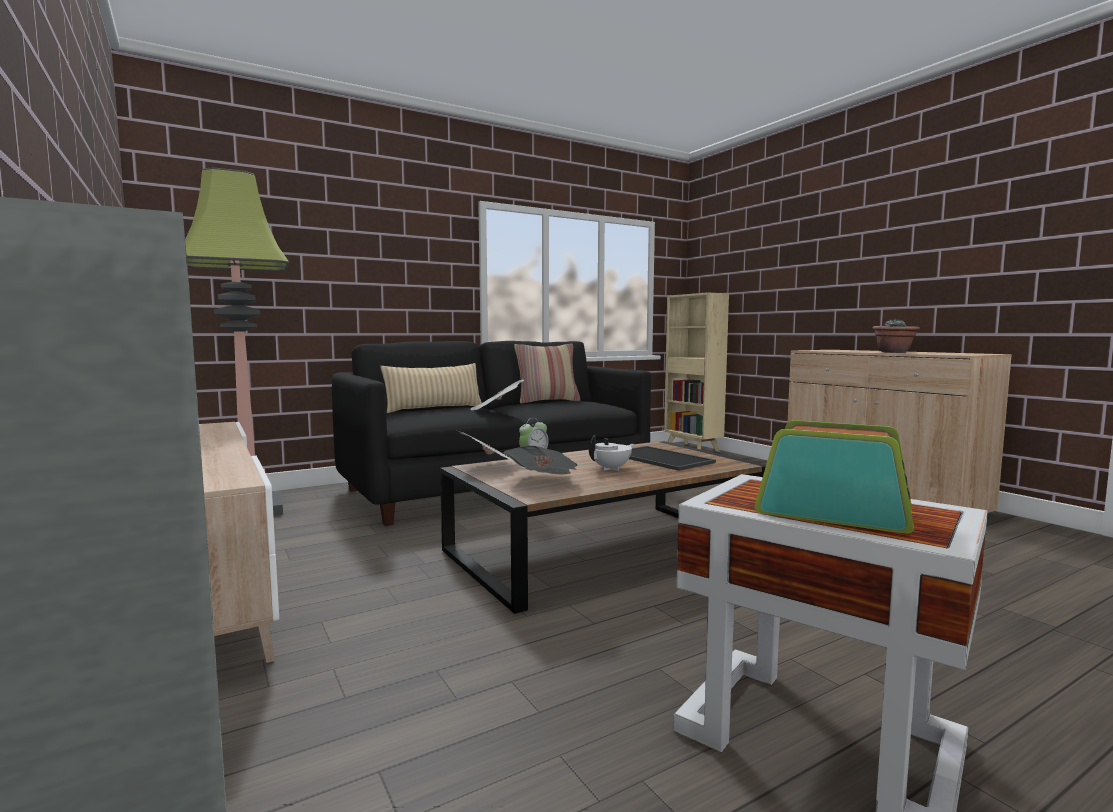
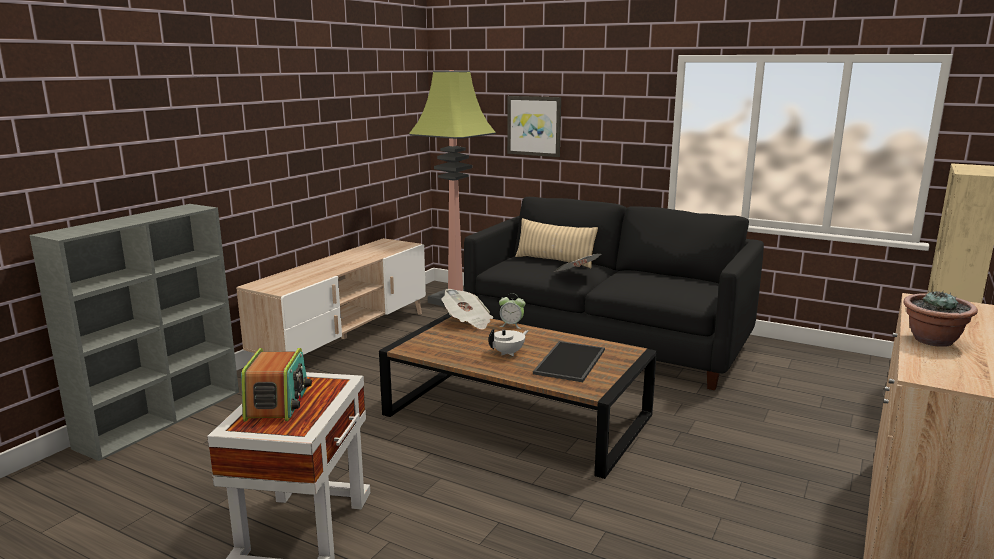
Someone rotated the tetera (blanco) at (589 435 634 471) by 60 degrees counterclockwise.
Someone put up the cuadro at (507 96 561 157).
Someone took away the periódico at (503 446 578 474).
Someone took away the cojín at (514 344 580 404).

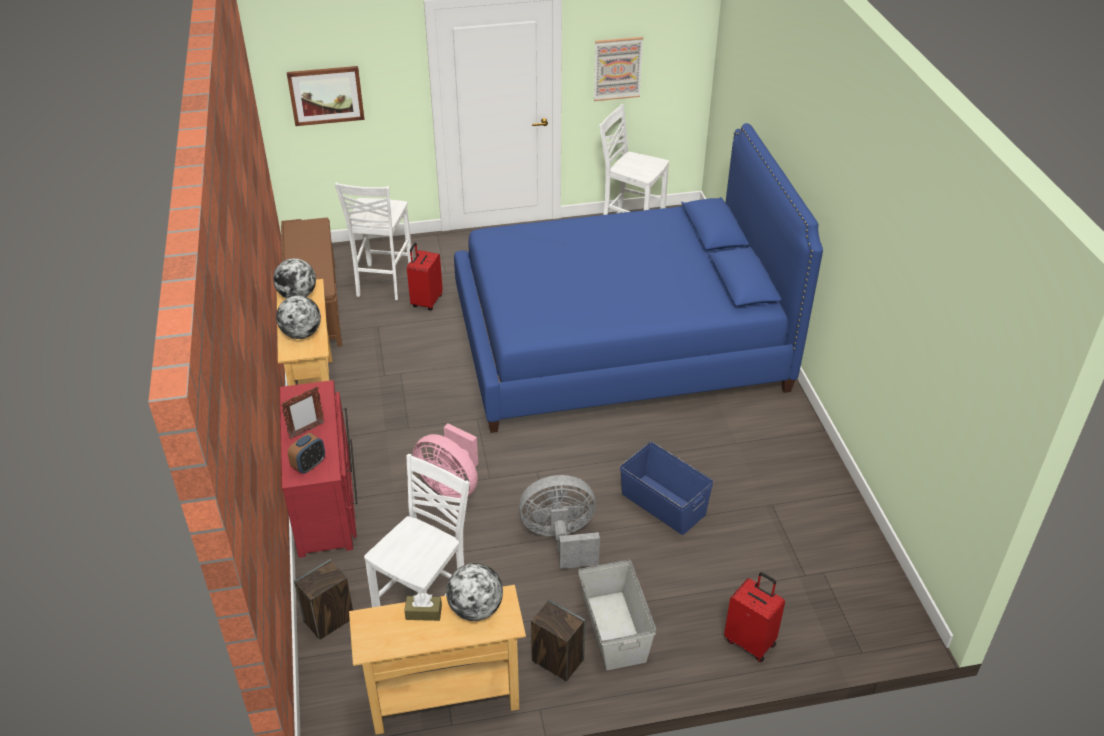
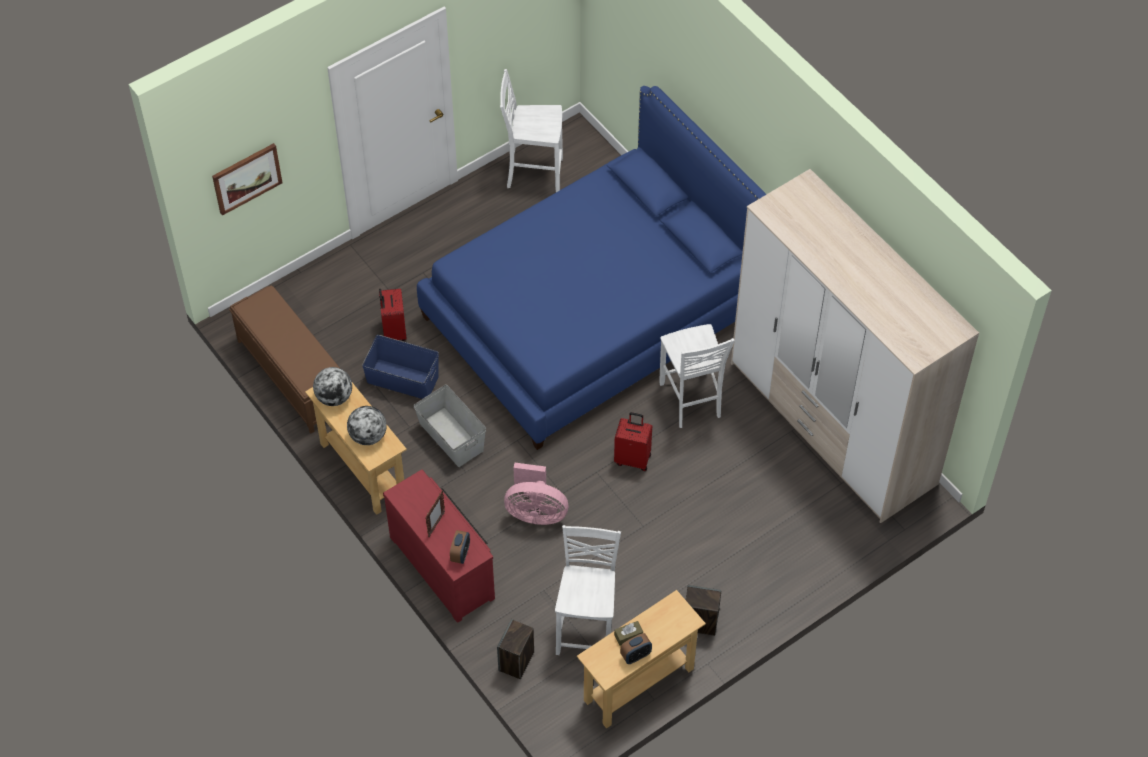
Someone carried the caja de almacenaje (azul) from (620 441 714 535) to (362 335 439 399).
Someone carried the caja de almacenaje (gris) from (578 560 656 670) to (413 384 486 467).
Someone carried the maleta (rojo) from (724 572 785 662) to (614 412 652 471).
Someone put down the despertador at (620 633 652 664).
Someone carried the silla (blanco) from (335 183 413 300) to (659 324 735 428).
Someone put down the armario ropero at (731 169 979 523).
Someone took away the globo terráqueo at (446 563 503 621).
Someone took away the ventilador (gris) at (519 475 600 569).
Someone took away the cuadro at (594 37 643 101).

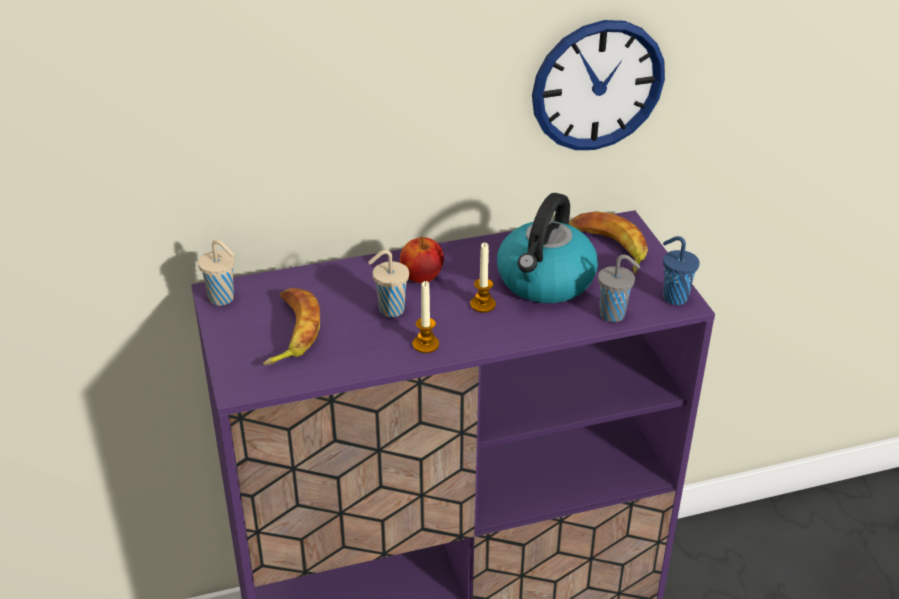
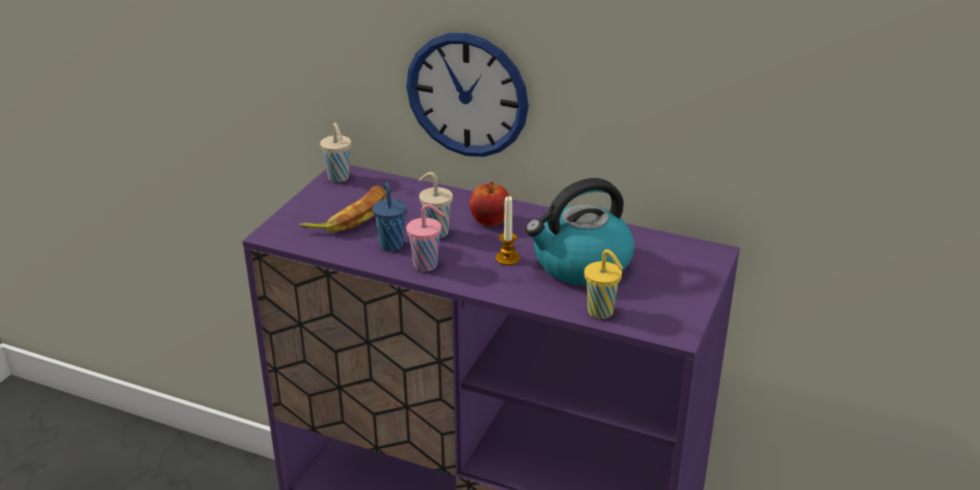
Someone carried the taza (azul) from (663 236 700 305) to (372 182 407 251).
Someone carried the reloj de pared from (532 20 665 150) to (406 33 529 157).
Someone swapped the vela at (413 281 439 353) for the taza (rosa) at (406 204 445 272).
Someone repainted the taza (gris) at (598 254 640 322), which became the taza (amarillo) at (584 249 623 319).
Someone took away the plátano at (568 211 648 274).

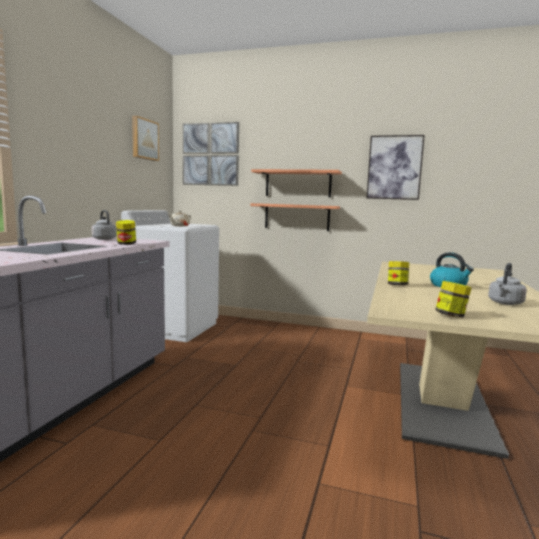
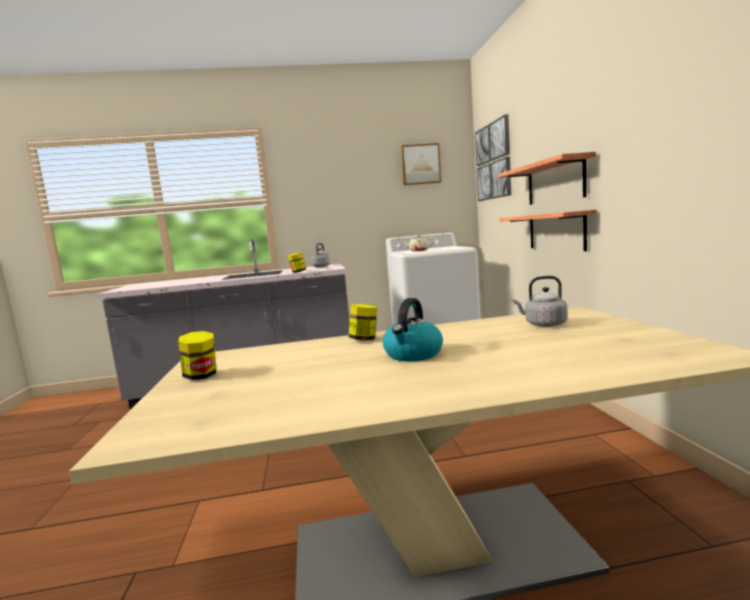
Someone carried the hervidor (gris) from (488 263 527 305) to (513 276 568 327).
Someone took away the cuadro at (367 135 425 200).

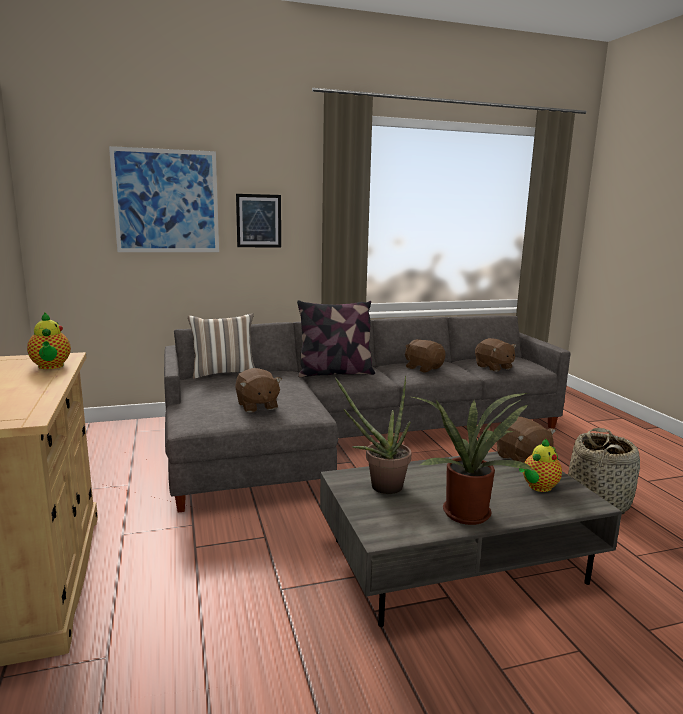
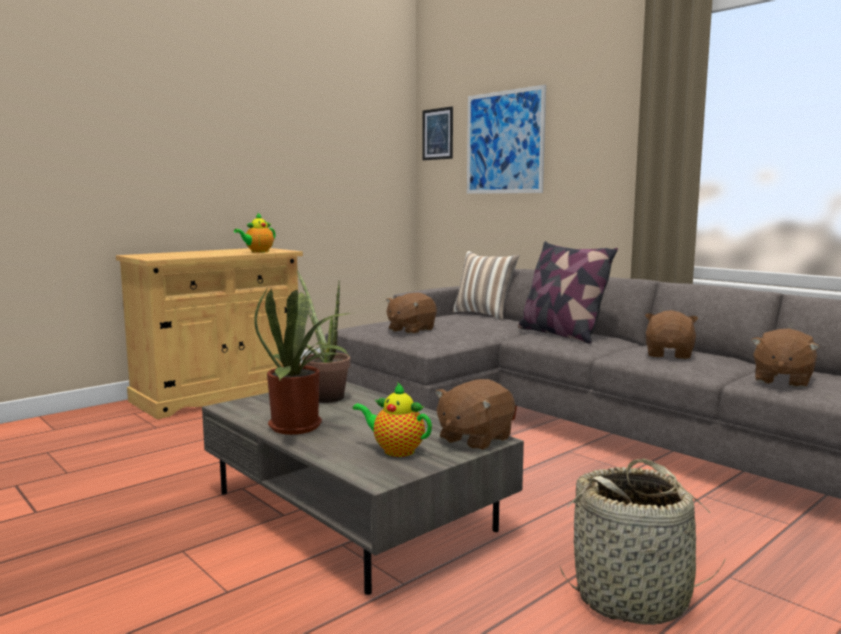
Someone carried the cuadro from (236 194 281 247) to (423 106 453 160).

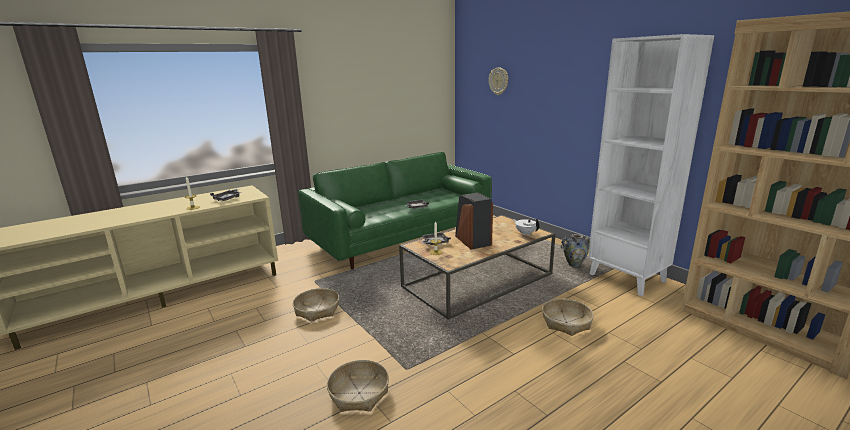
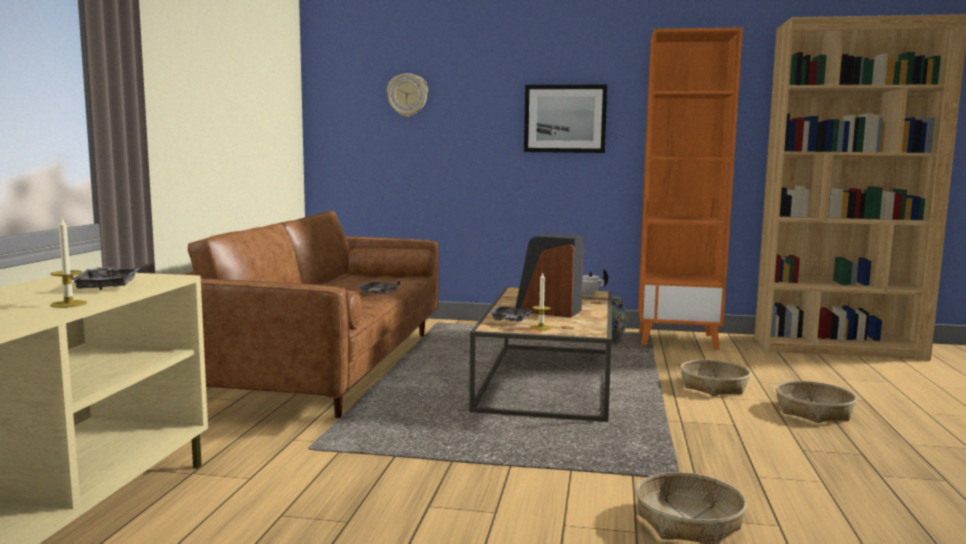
Someone repainted the sofá (verde) at (298 152 492 269), which became the sofá (marrón) at (181 211 439 418).
Someone put up the cuadro at (524 85 607 153).
Someone repainted the estantería (blanco) at (588 34 714 296), which became the estantería (naranja) at (638 27 743 350).
Someone carried the cesta from (293 288 339 322) to (776 381 857 423).

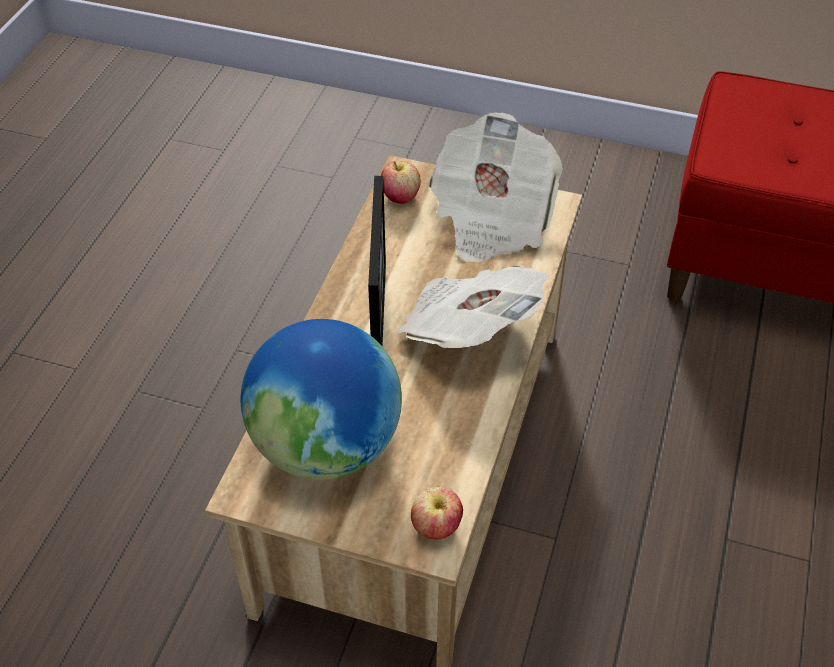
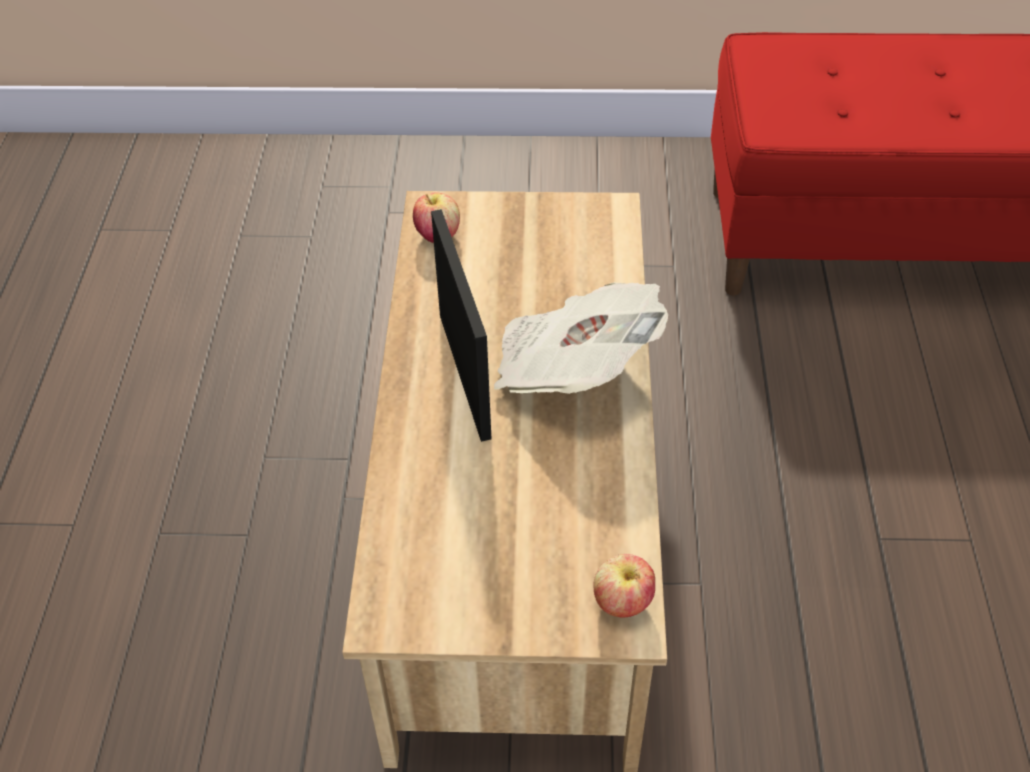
Someone took away the globo terráqueo at (241 319 402 480).
Someone took away the periódico at (429 112 563 262).

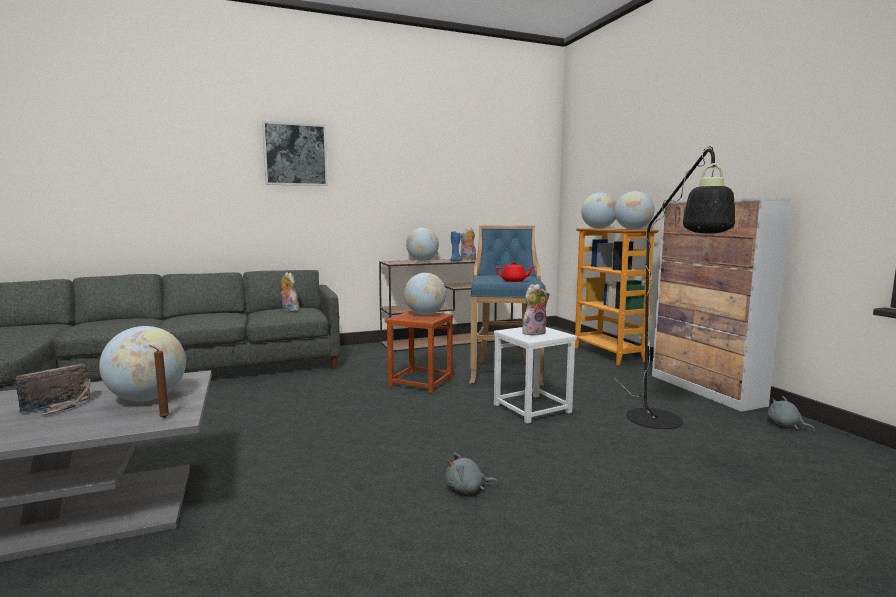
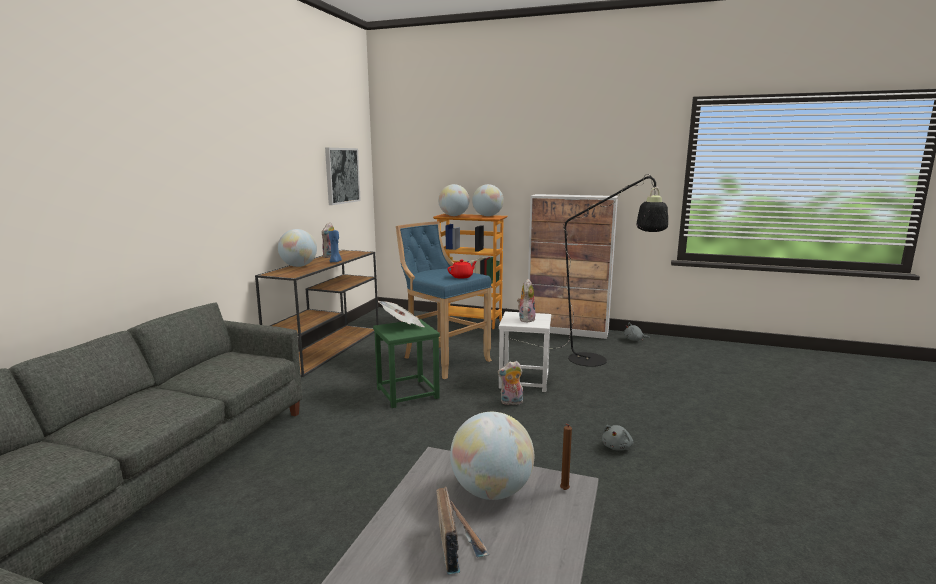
Someone carried the cuadro from (262 121 328 186) to (325 148 361 205).
Someone repainted the taburete (marrón) at (386 311 454 393), which became the taburete (verde) at (373 319 440 408).
Someone swapped the globo terráqueo at (404 273 446 315) for the periódico at (378 301 425 327).
Someone carried the peluche from (281 272 299 312) to (497 361 523 405).

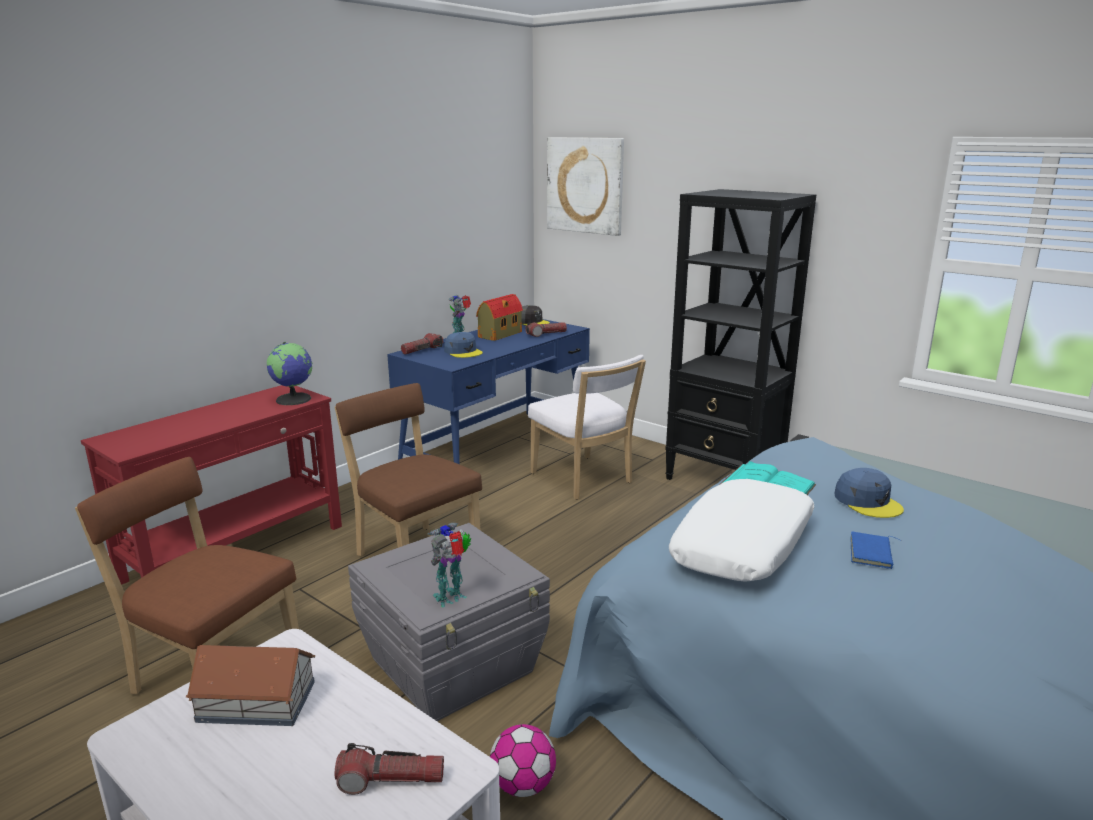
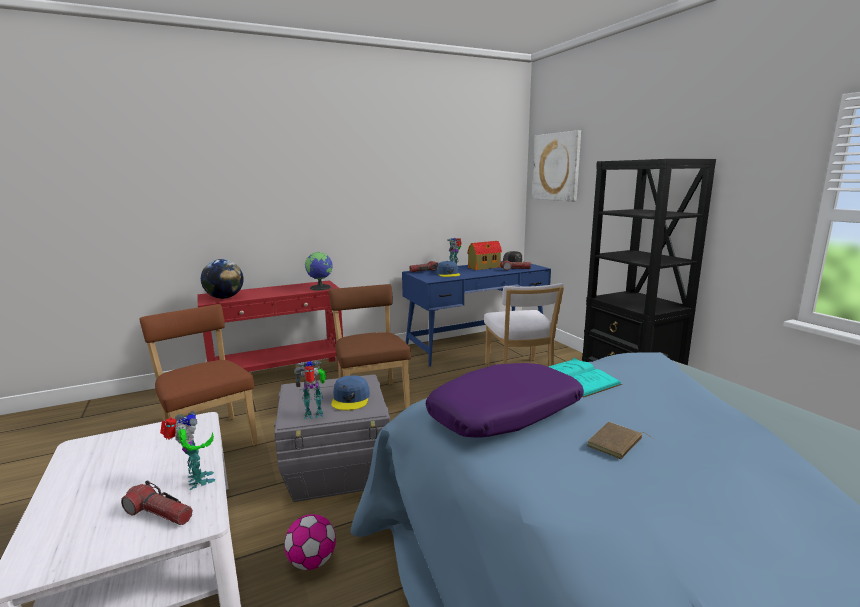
Someone put down the robot de juguete at (160 411 216 490).
Someone put down the globo terráqueo at (201 259 244 299).
Someone carried the gorra (azul) from (834 468 904 518) to (331 375 370 410).
Someone repainted the cojín (blanco) at (669 479 814 582), which became the cojín (morado) at (426 363 584 438).
Someone repainted the libro (azul) at (851 532 902 569), which became the libro (marrón) at (587 422 653 459).
Someone took away the casita at (186 645 315 726).

